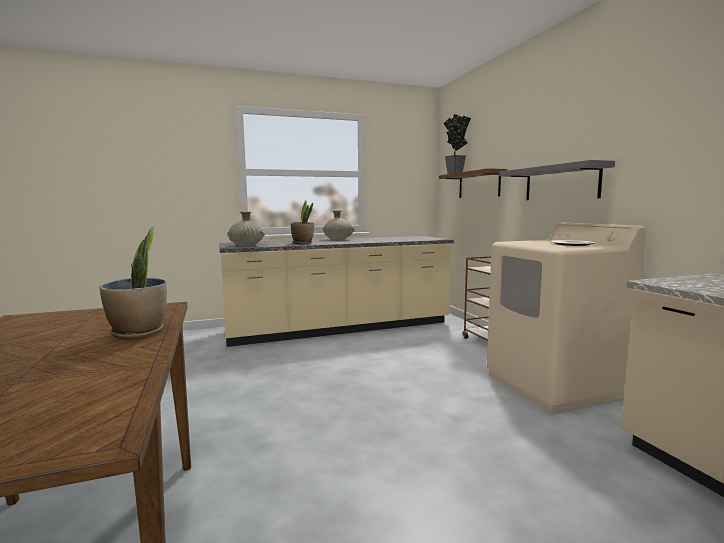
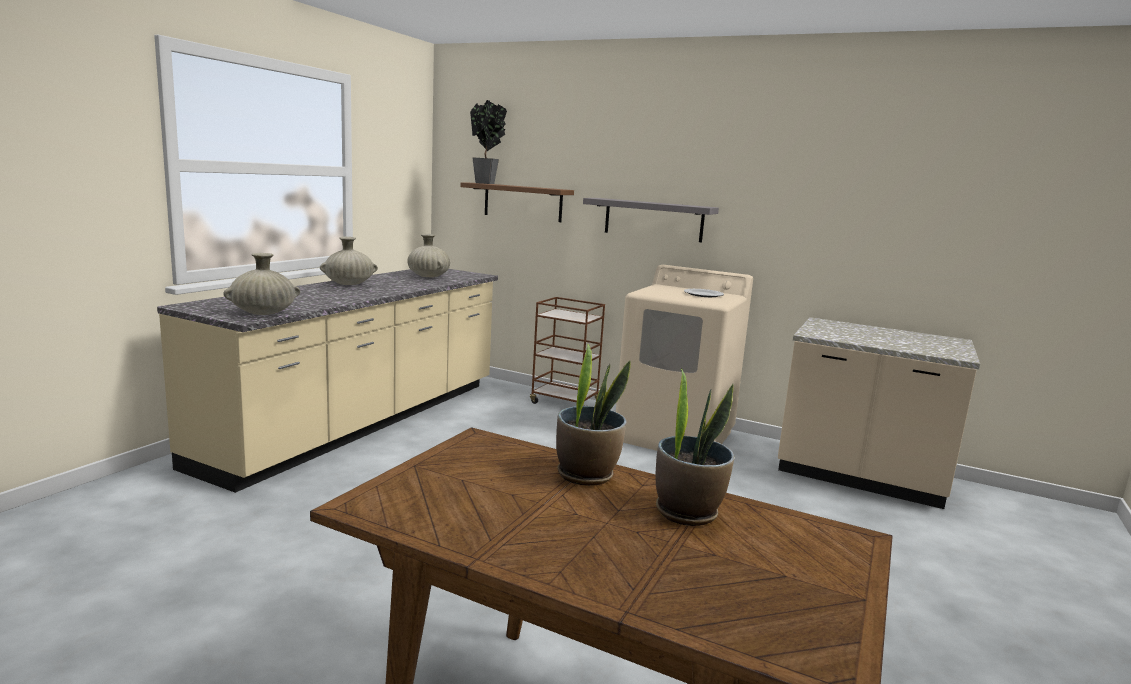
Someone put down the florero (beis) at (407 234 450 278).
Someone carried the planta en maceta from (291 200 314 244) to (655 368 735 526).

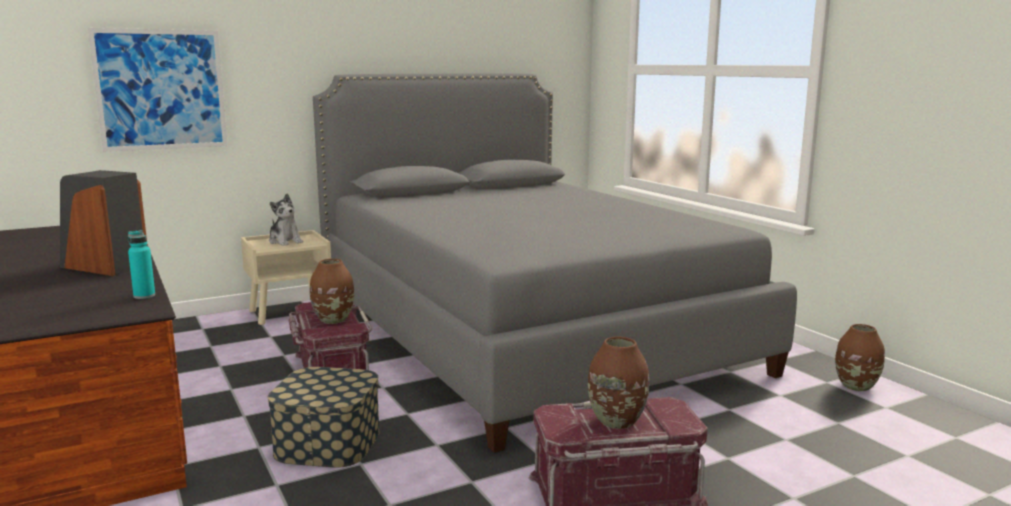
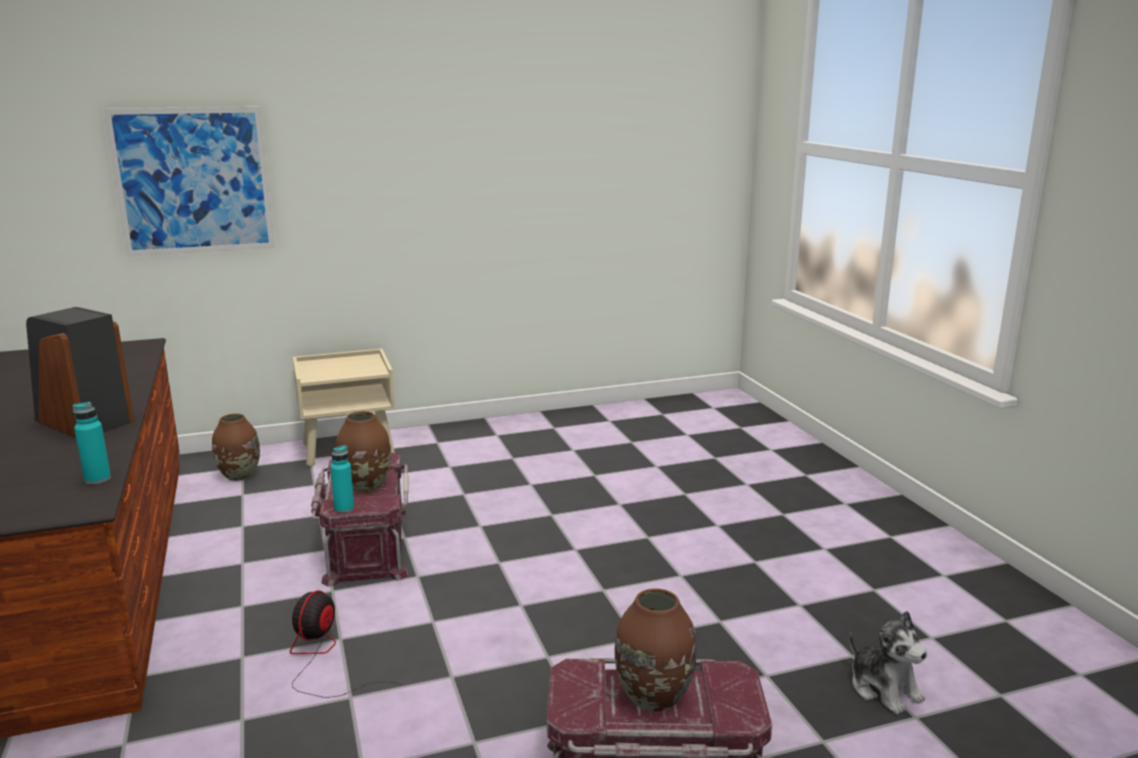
Someone carried the florero (marrón) from (835 324 885 391) to (212 414 260 481).
Someone swapped the caja de almacenaje at (267 367 380 468) for the ventilador at (290 590 404 698).
Someone put down the botella (turquesa) at (330 445 354 513).
Someone carried the peluche from (269 194 303 246) to (849 611 928 715).
Someone took away the cama (gris) at (313 73 797 453).

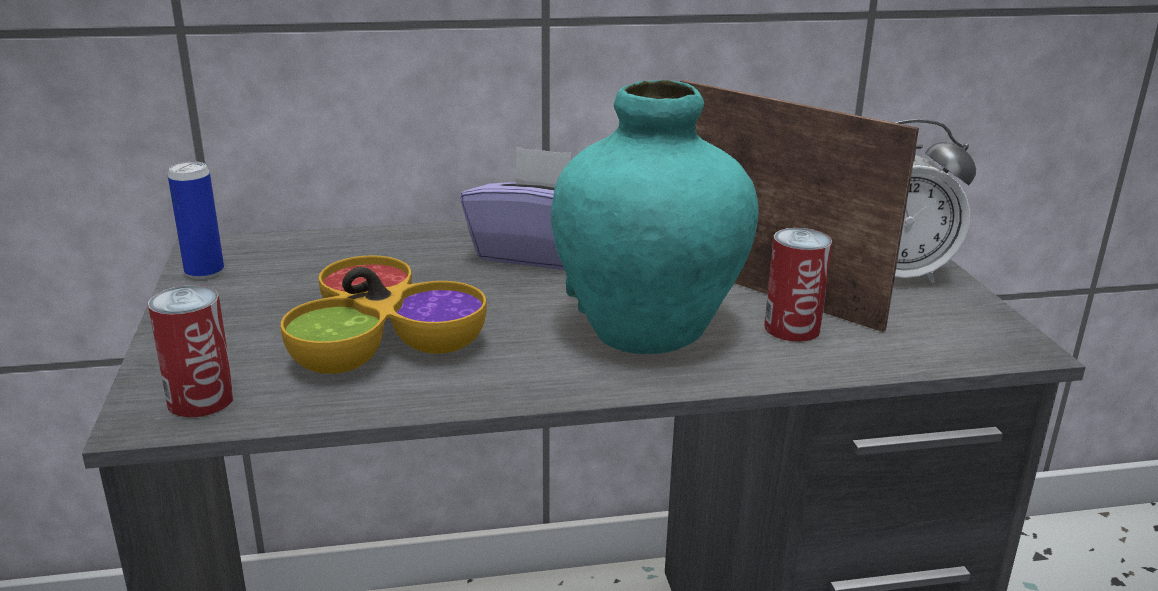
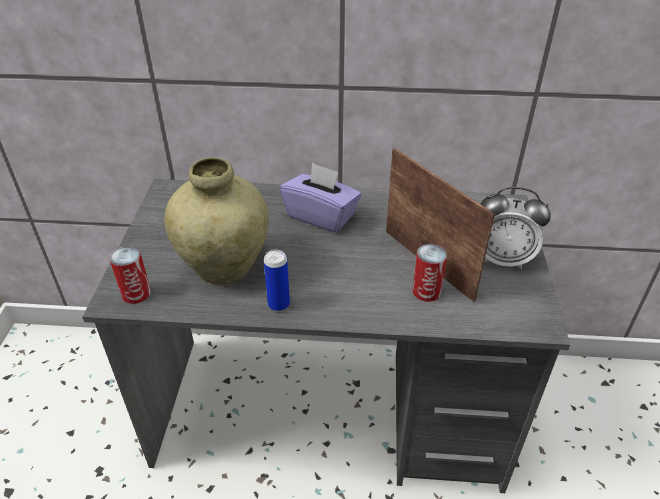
Someone swapped the cuenco at (281 255 487 374) for the florero (beis) at (164 157 269 285).
Someone carried the lata from (168 161 224 279) to (264 250 290 311).
Someone took away the florero (turquesa) at (551 80 758 354).

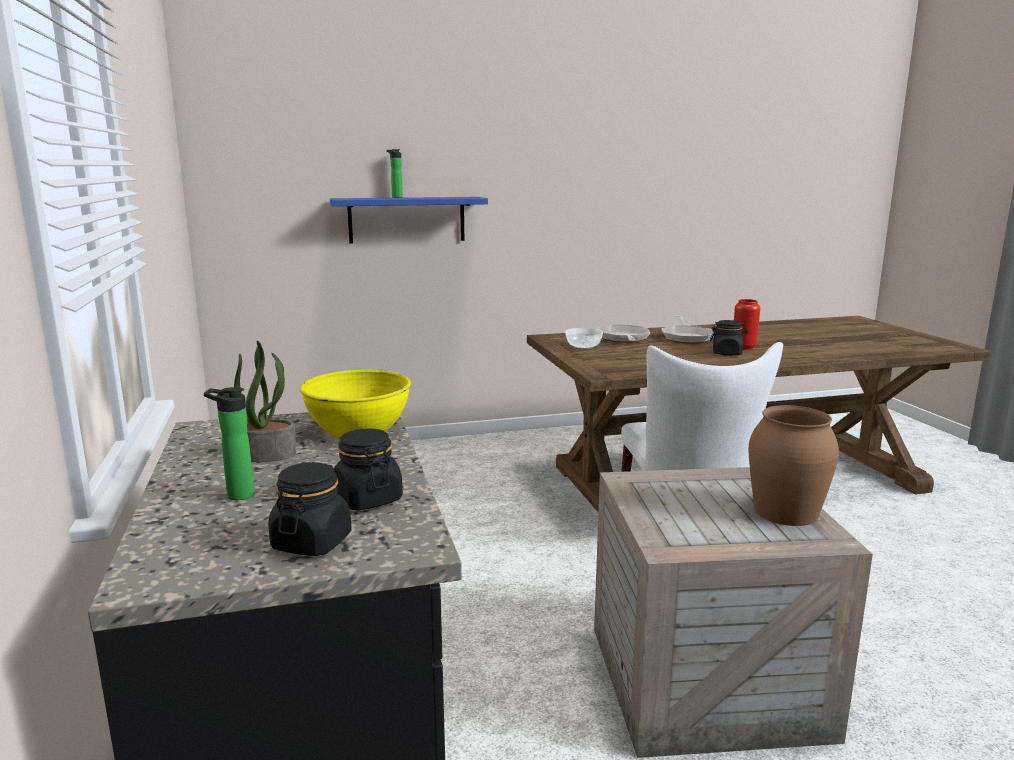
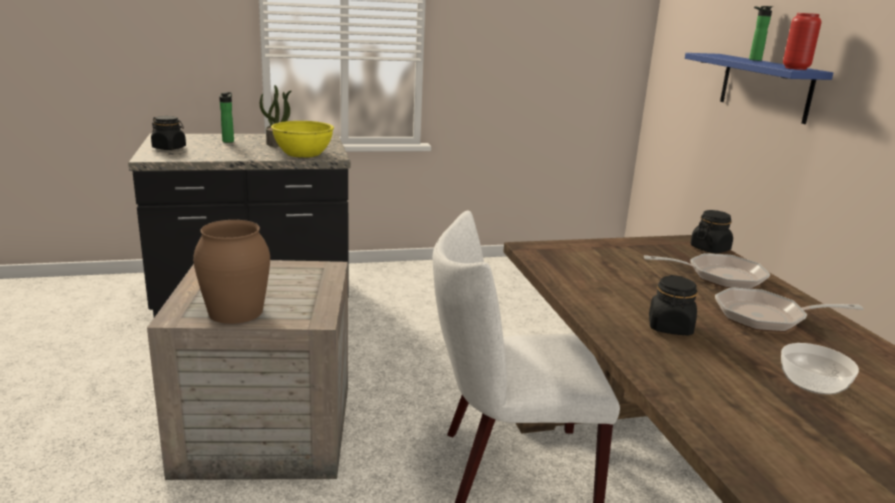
Someone carried the tarro (negro) from (334 428 403 510) to (691 210 733 253).
Someone carried the cuenco from (565 328 603 349) to (781 343 859 395).
Someone carried the florero (rojo) from (734 299 760 350) to (783 13 822 70).

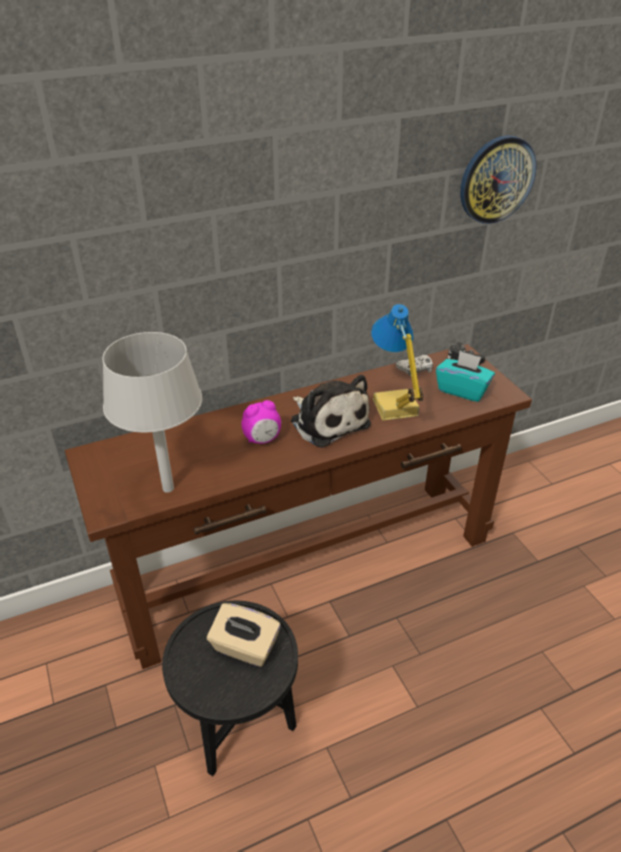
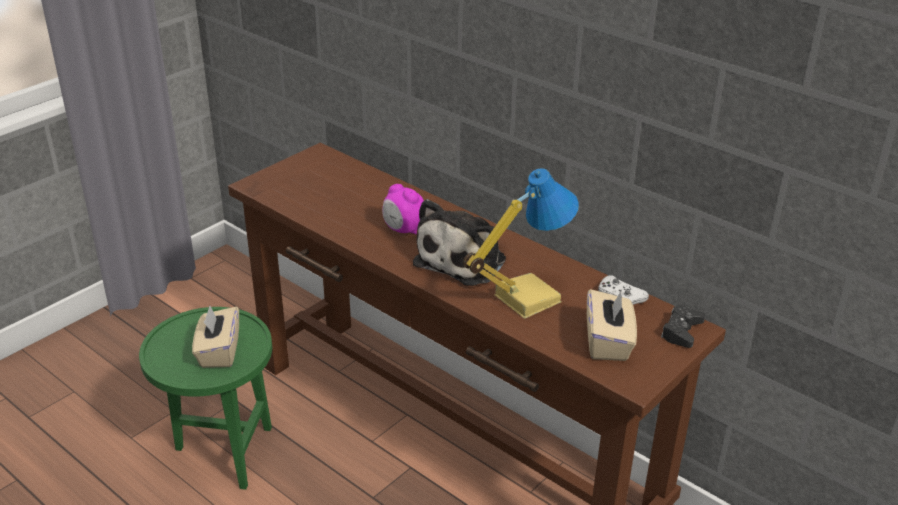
Someone repainted the mesa auxiliar (negro) at (162 601 298 776), which became the mesa auxiliar (verde) at (139 307 272 490).
Someone repainted the caja de pañuelos (turquesa) at (436 351 495 402), which became the caja de pañuelos (beis) at (587 289 637 361).
Someone took away the lámpara de mesa (gris) at (102 332 202 493).
Someone took away the reloj de pared at (460 135 536 224).

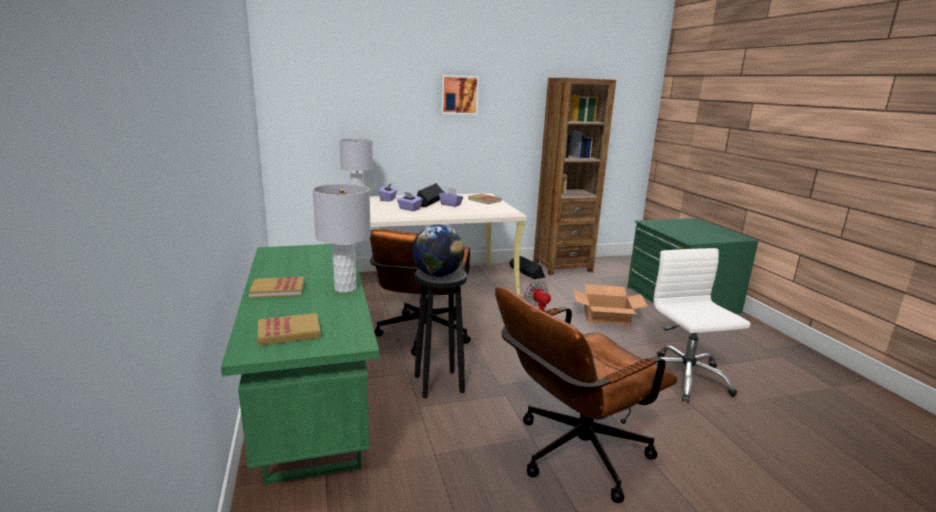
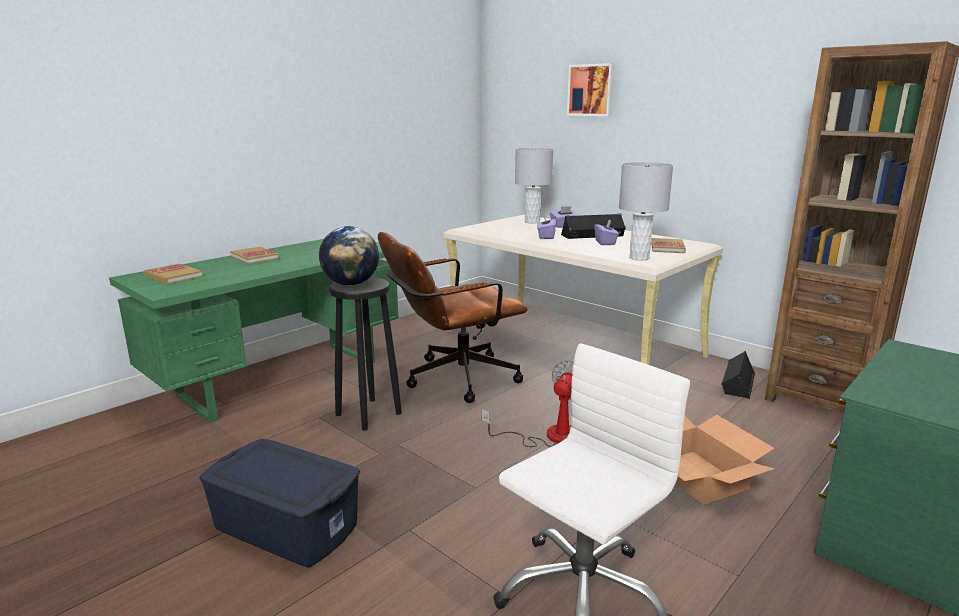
Someone swapped the silla de oficina (marrón) at (495 287 677 503) for the caja de almacenaje (azul) at (199 439 360 567).
Someone carried the cuadro from (441 75 479 115) to (567 63 615 116).
Someone carried the lámpara de mesa (gris) from (313 184 371 293) to (619 162 673 261).

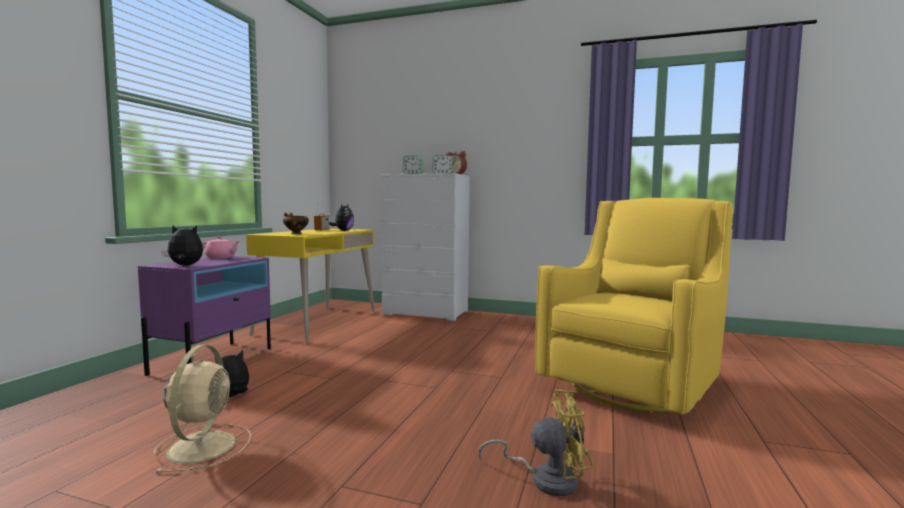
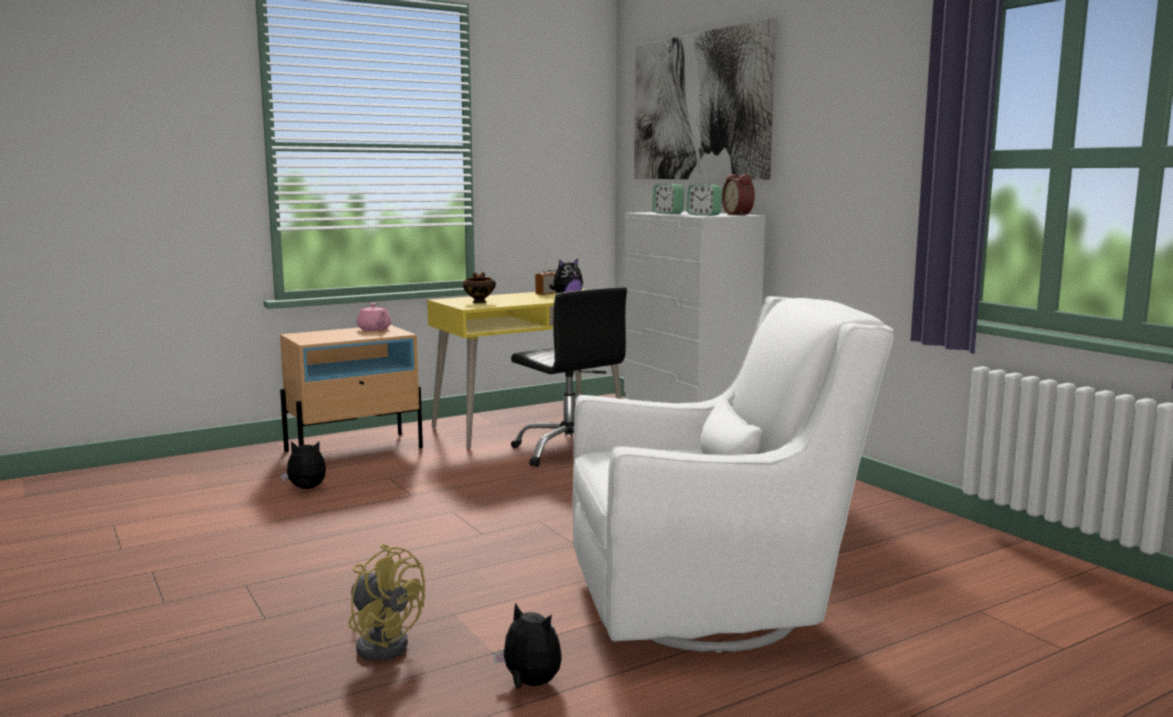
Someone repainted the mesita de noche (morado) at (138 256 271 376), which became the mesita de noche (beis) at (280 325 423 452).
Someone carried the peluche from (161 225 203 266) to (493 602 562 689).
Someone put down the silla de oficina (negro) at (511 287 627 467).
Someone repainted the sillón (amarillo) at (535 198 733 414), which became the sillón (blanco) at (572 296 894 653).
Someone put up the cuadro at (634 18 776 180).
Someone took away the ventilador (beis) at (153 345 251 474).

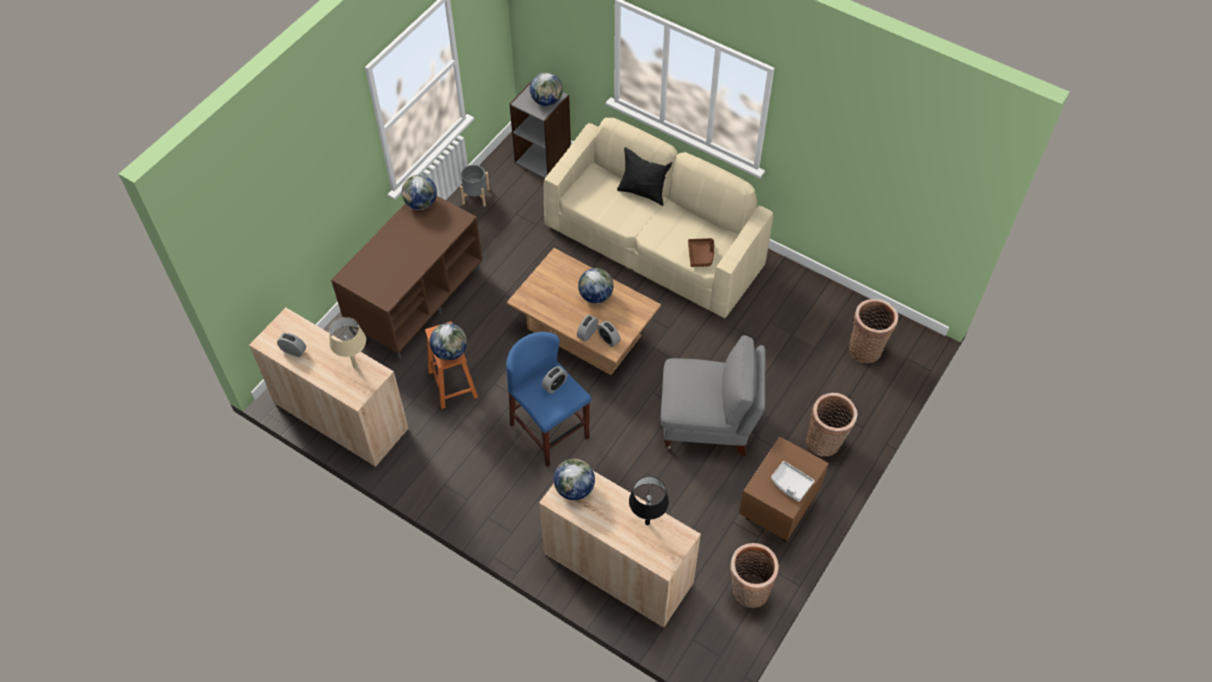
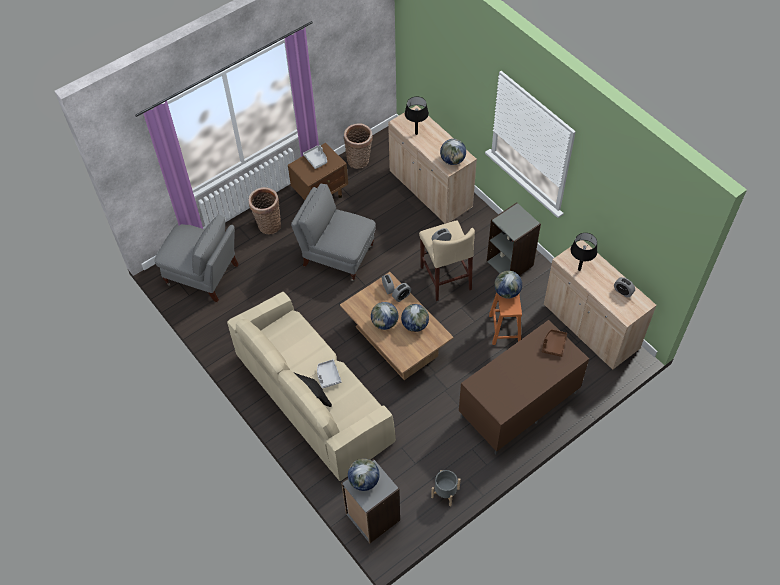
Someone swapped the cesta at (849 299 898 363) for the sillón (gris) at (154 214 239 302).
Someone put down the bandeja (gris) at (317 359 341 389).
Someone carried the globo terráqueo from (402 175 437 210) to (401 304 429 332).
Someone repainted the taburete (azul) at (506 332 591 467), which became the taburete (beis) at (419 220 475 301).
Someone put down the estantería (gris) at (487 203 541 276).
Someone carried the bandeja (marrón) from (688 238 714 267) to (542 329 567 357).
Someone repainted the lámpara de mesa (beis) at (329 317 366 368), which became the lámpara de mesa (negro) at (571 233 597 271).

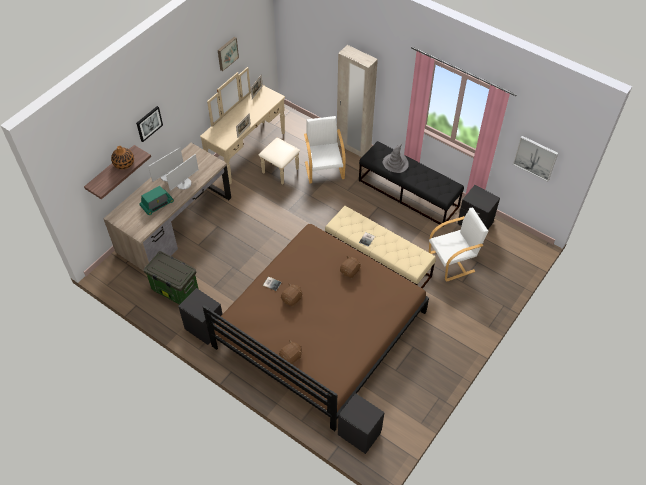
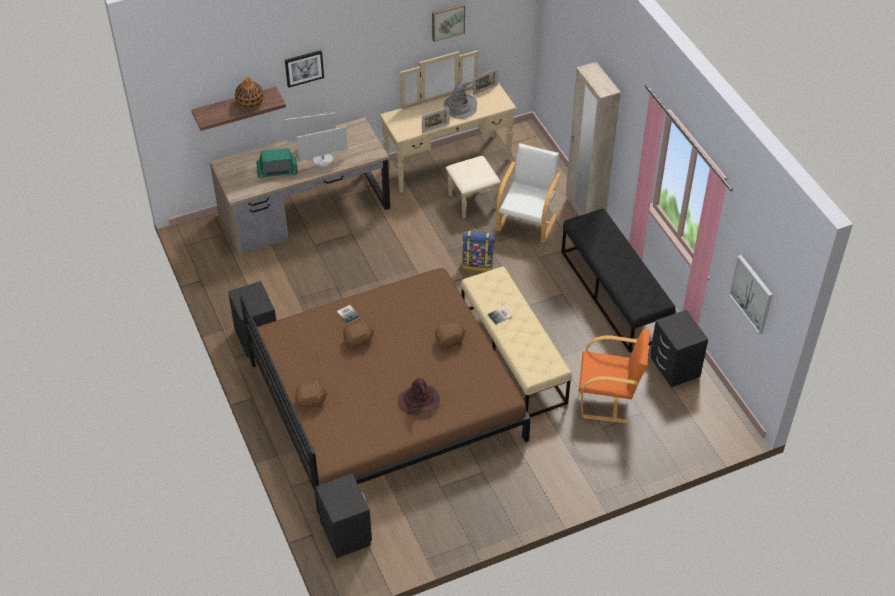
Someone put down the sombrero (marrón) at (398 378 440 415).
Someone carried the sombrero (gris) from (383 143 409 173) to (443 81 477 119).
Someone put down the mochila at (462 229 495 272).
Someone repainted the sillón (blanco) at (429 207 488 282), which became the sillón (naranja) at (579 329 650 424).
Someone took away the caja de almacenaje at (144 251 198 304).

